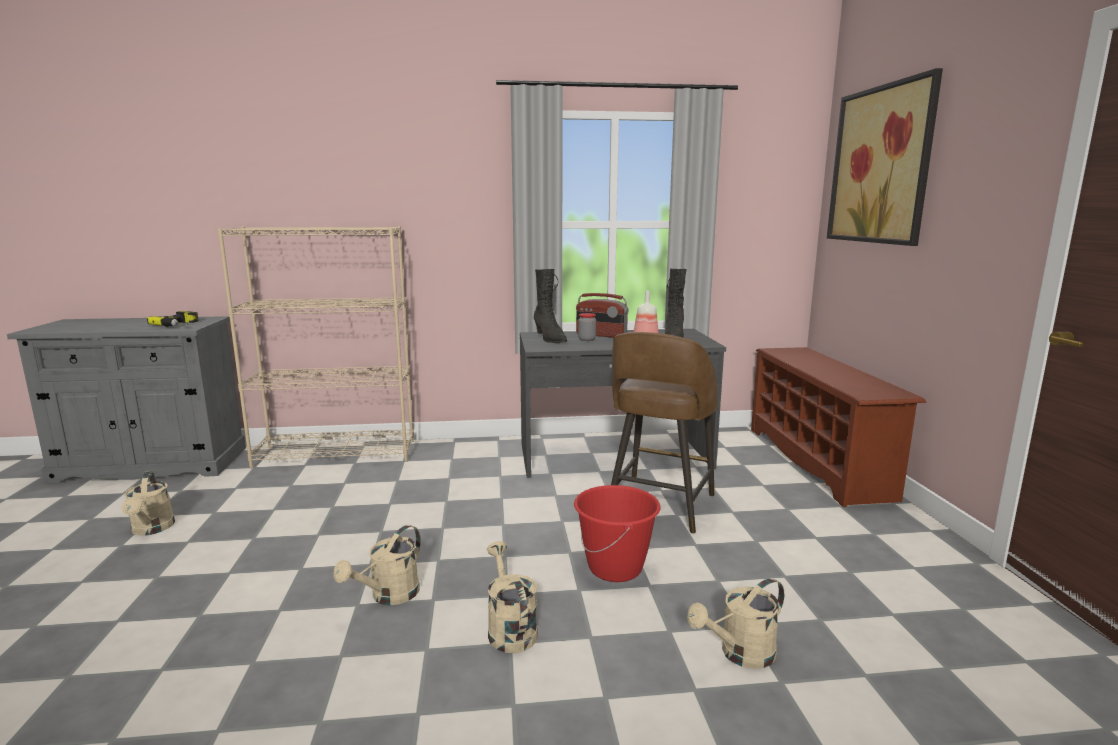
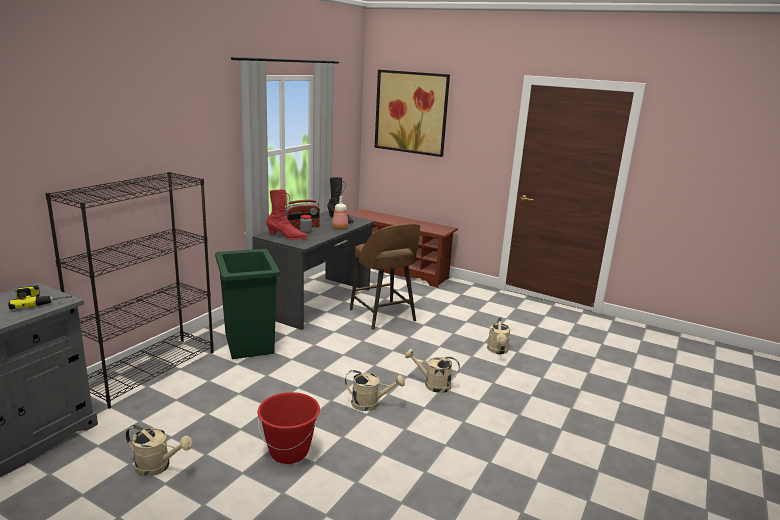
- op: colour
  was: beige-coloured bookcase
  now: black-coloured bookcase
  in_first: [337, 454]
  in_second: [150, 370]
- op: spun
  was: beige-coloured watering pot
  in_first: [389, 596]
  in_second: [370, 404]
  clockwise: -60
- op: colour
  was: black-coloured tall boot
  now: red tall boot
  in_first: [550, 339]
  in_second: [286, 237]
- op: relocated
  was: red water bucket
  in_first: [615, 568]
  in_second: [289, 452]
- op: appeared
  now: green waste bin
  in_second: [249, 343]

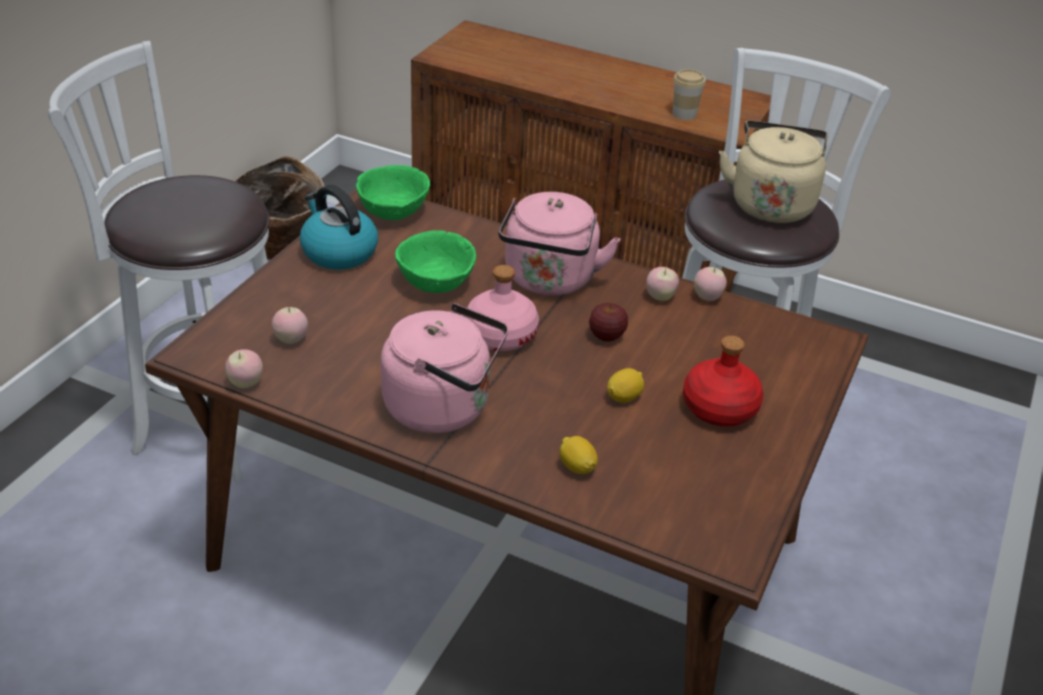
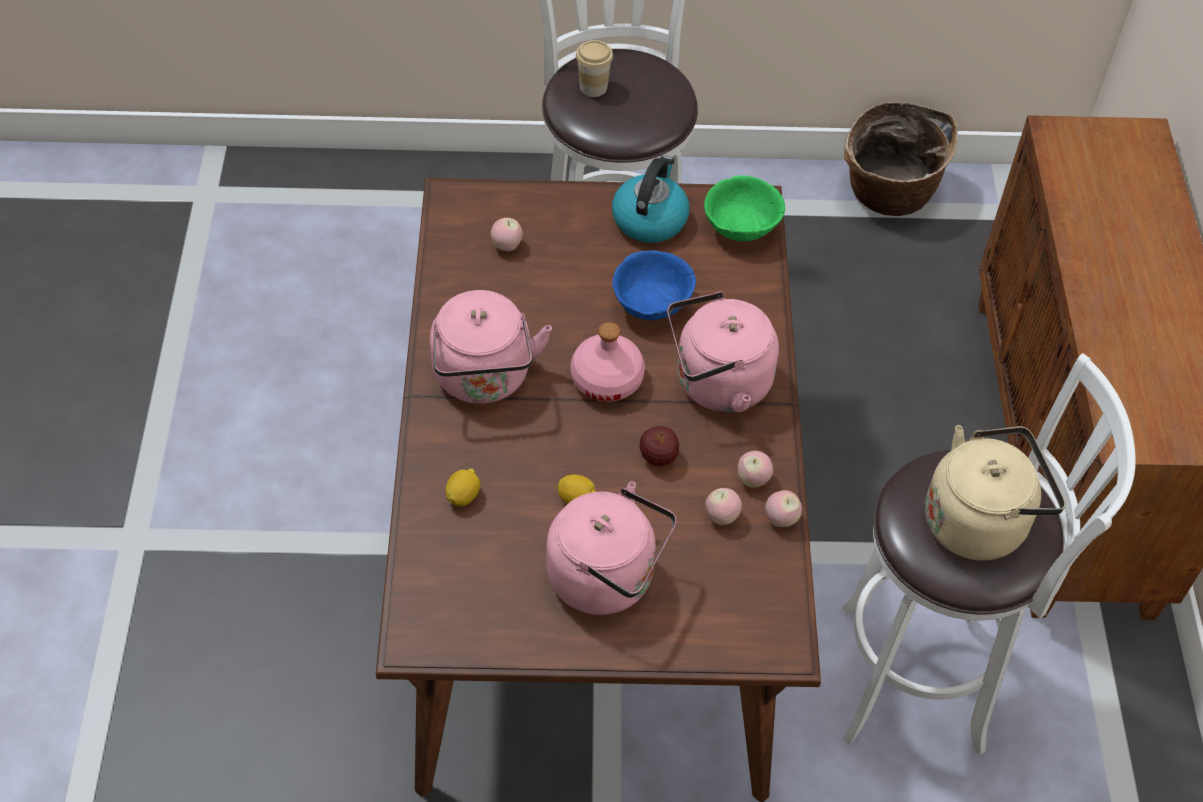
- op: relocated
  was: apple fruit
  in_first: [246, 383]
  in_second: [721, 517]
- op: colour
  was: green serving bowl
  now: blue-coloured serving bowl
  in_first: [436, 283]
  in_second: [652, 304]
- op: relocated
  was: small cup
  in_first: [684, 114]
  in_second: [593, 87]
- op: exchanged
  was: red beverage bottle
  now: pinkish kettle
  in_first: [720, 408]
  in_second: [608, 578]

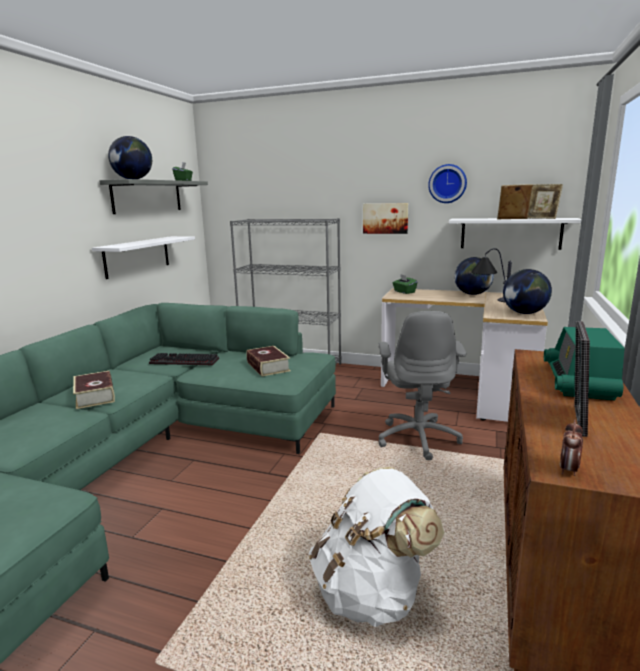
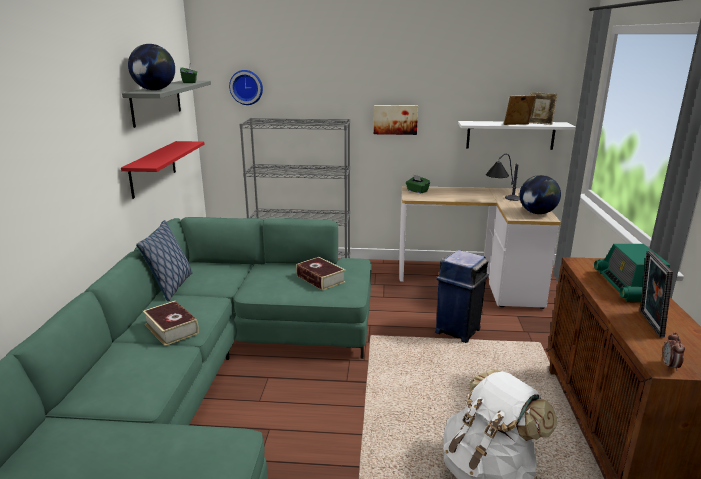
- op: colour
  was: whitish wall shelf
  now: red wall shelf
  in_first: [137, 256]
  in_second: [153, 168]
- op: missing
  was: computer keyboard
  in_first: [182, 362]
- op: exchanged
  was: greyish desk chair
  now: blue-coloured waste bin
  in_first: [418, 438]
  in_second: [458, 330]
- op: relocated
  was: clock on the wall
  in_first: [447, 183]
  in_second: [246, 87]
- op: missing
  was: world globe
  in_first: [472, 294]
- op: appeared
  now: throw pillow
  in_second: [171, 287]

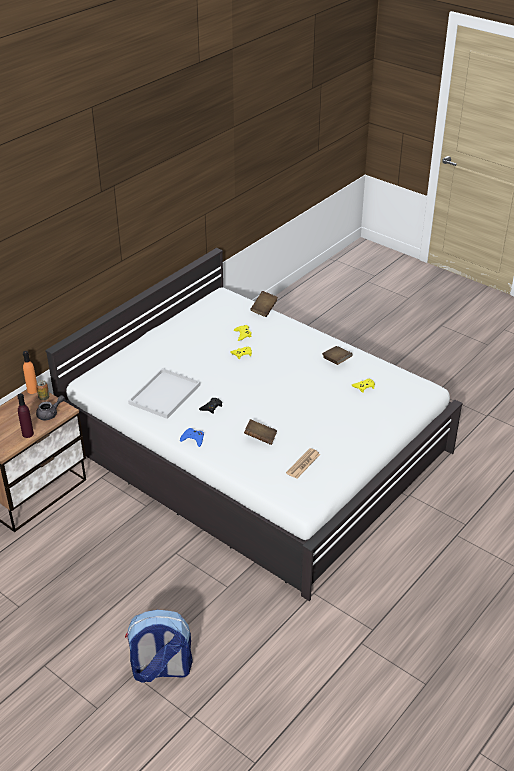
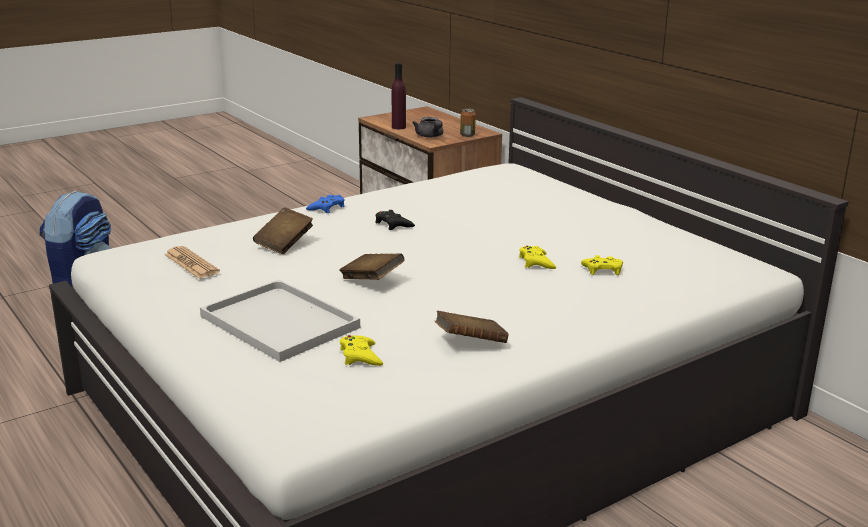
- op: missing
  was: orangey beverage bottle
  in_first: [32, 390]
- op: relocated
  was: whitish tray
  in_first: [165, 393]
  in_second: [282, 322]
- op: relocated
  was: brown-coloured book
  in_first: [264, 309]
  in_second: [371, 280]

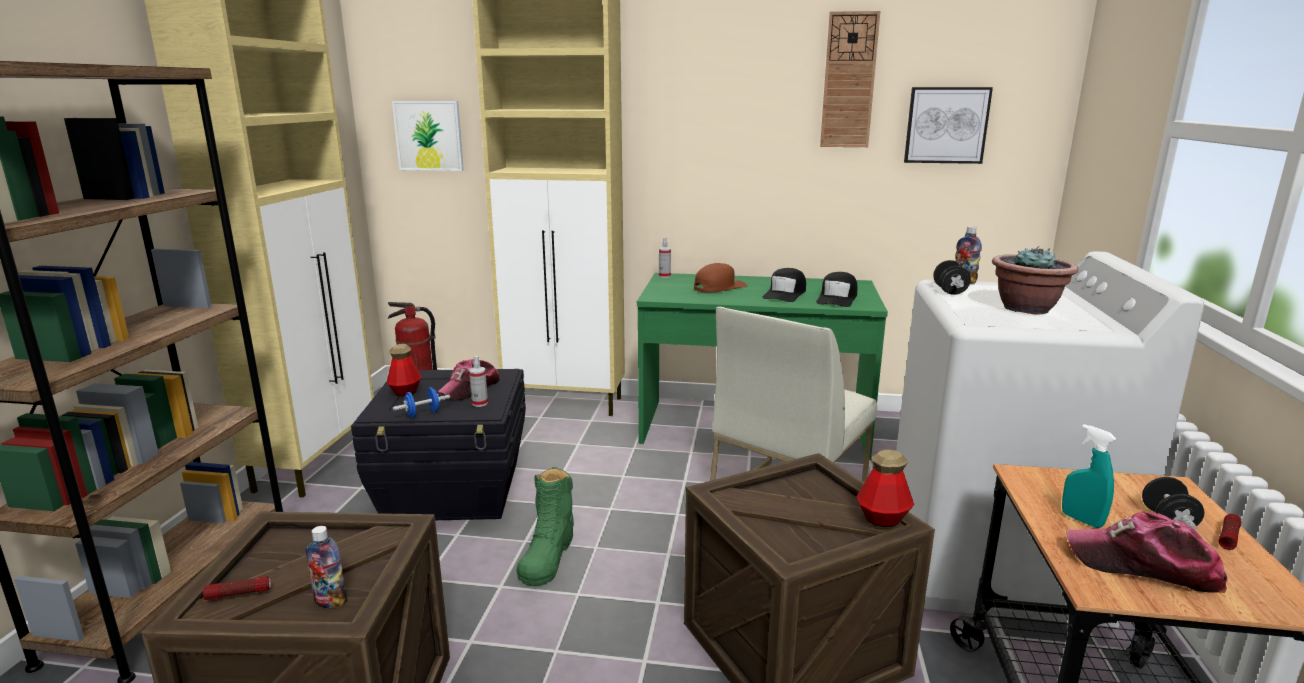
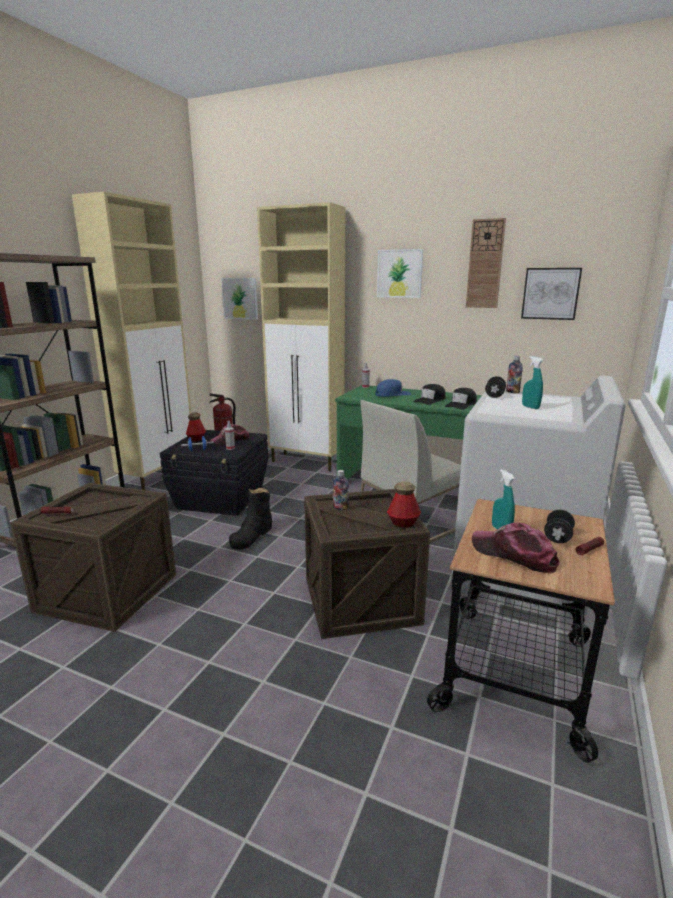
- op: relocated
  was: beverage bottle
  in_first: [330, 602]
  in_second: [340, 508]
- op: colour
  was: green tall boot
  now: black-coloured tall boot
  in_first: [548, 555]
  in_second: [252, 536]
- op: colour
  was: brown-coloured cap
  now: blue-coloured cap
  in_first: [719, 287]
  in_second: [392, 394]
- op: exchanged
  was: plant in a pot
  now: turquoise spray bottle
  in_first: [1026, 309]
  in_second: [530, 407]
- op: appeared
  now: picture
  in_second: [399, 273]

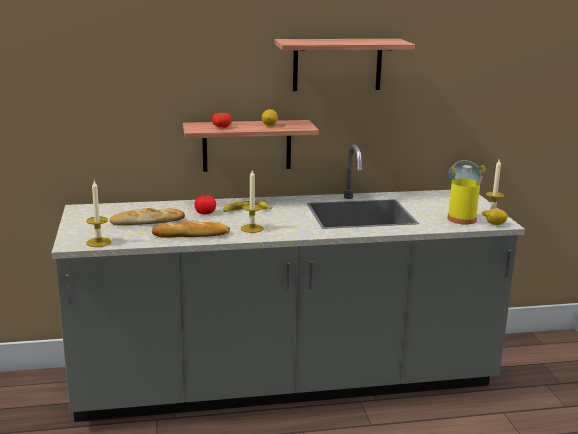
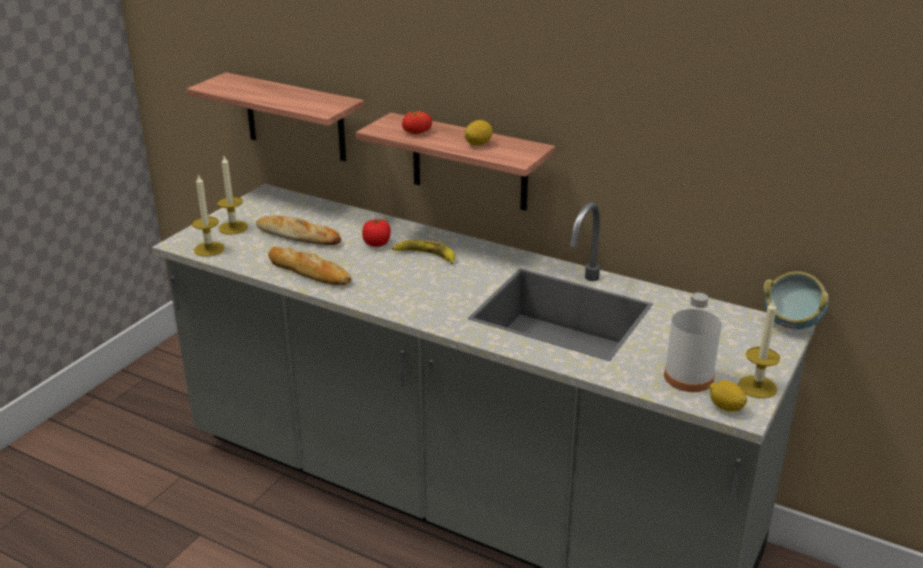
- op: relocated
  was: wax candle
  in_first: [252, 228]
  in_second: [233, 227]
- op: relocated
  was: wall shelf
  in_first: [337, 64]
  in_second: [295, 117]
- op: colour
  was: yellow-coloured beverage bottle
  now: whitish beverage bottle
  in_first: [462, 219]
  in_second: [688, 377]

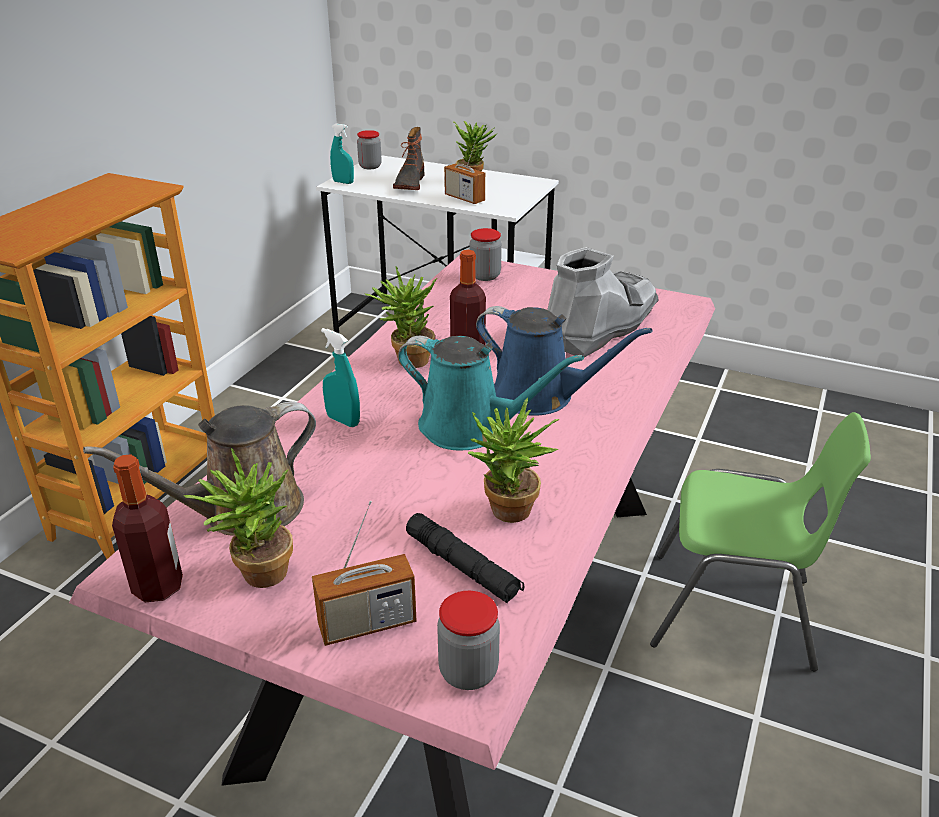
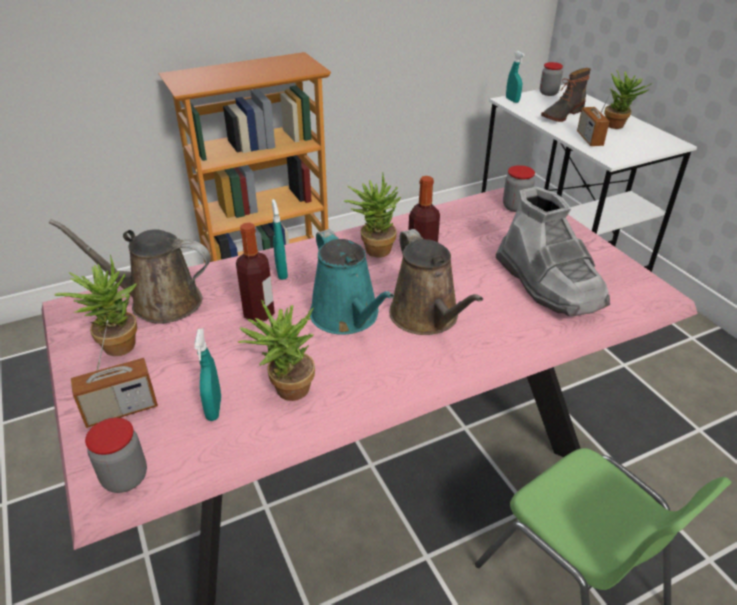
- op: relocated
  was: beverage bottle
  in_first: [158, 587]
  in_second: [259, 313]
- op: spun
  was: radio
  in_first: [367, 624]
  in_second: [121, 410]
  clockwise: -45
- op: exchanged
  was: black-coloured flashlight
  now: turquoise spray bottle
  in_first: [462, 566]
  in_second: [214, 408]
- op: colour
  was: blue-coloured watering pot
  now: brown-coloured watering pot
  in_first: [540, 396]
  in_second: [427, 317]
- op: spun
  was: greyish tall boot
  in_first: [598, 328]
  in_second: [548, 284]
  clockwise: 75

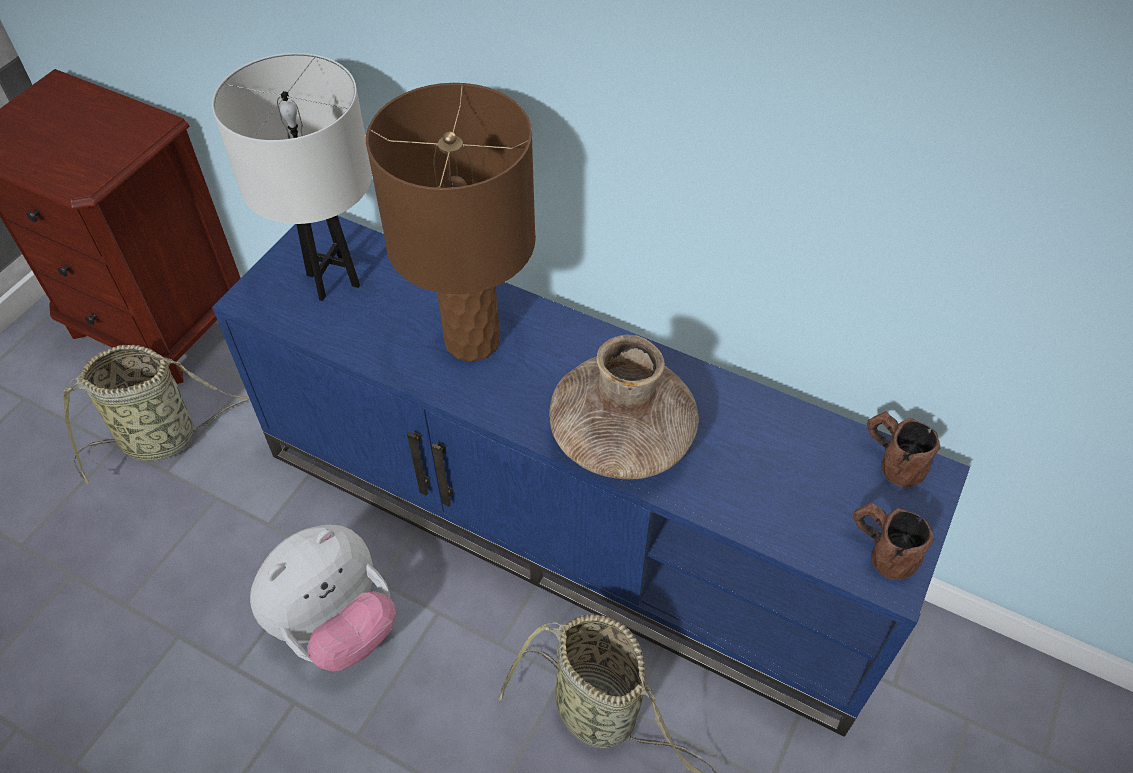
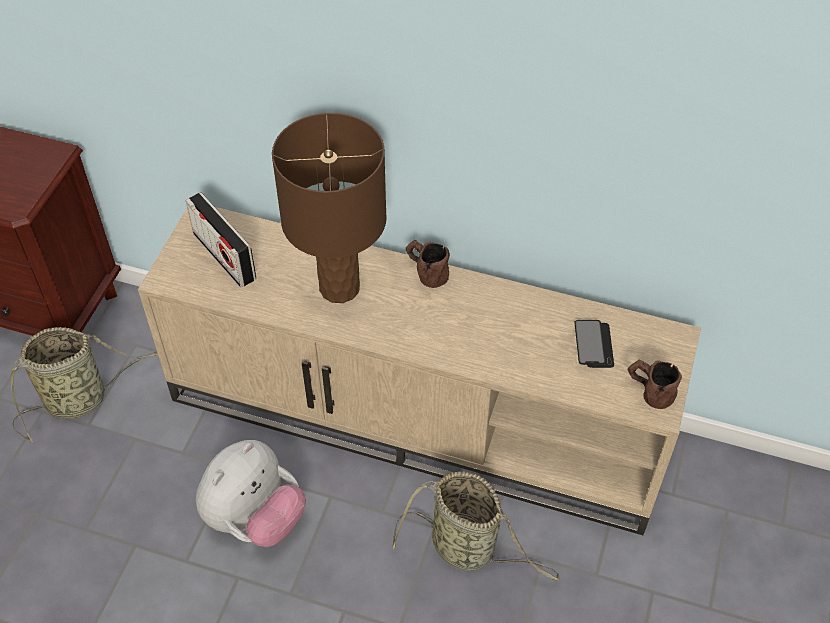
- op: exchanged
  was: whitish table lamp
  now: radio
  in_first: [333, 280]
  in_second: [224, 256]
- op: colour
  was: blue-coloured tv unit
  now: beige-coloured tv unit
  in_first: [573, 524]
  in_second: [419, 417]
- op: missing
  was: brown-coloured decorative vase
  in_first: [621, 438]
- op: relocated
  was: brown-coloured mug
  in_first: [890, 461]
  in_second: [425, 273]
- op: appeared
  now: telephone
  in_second: [593, 345]

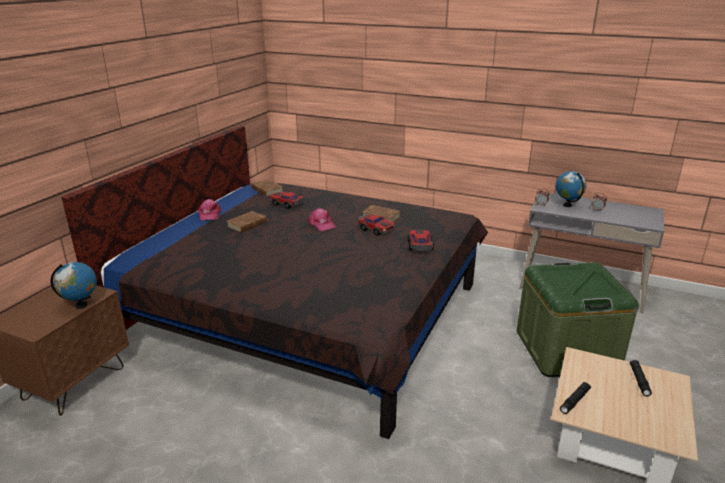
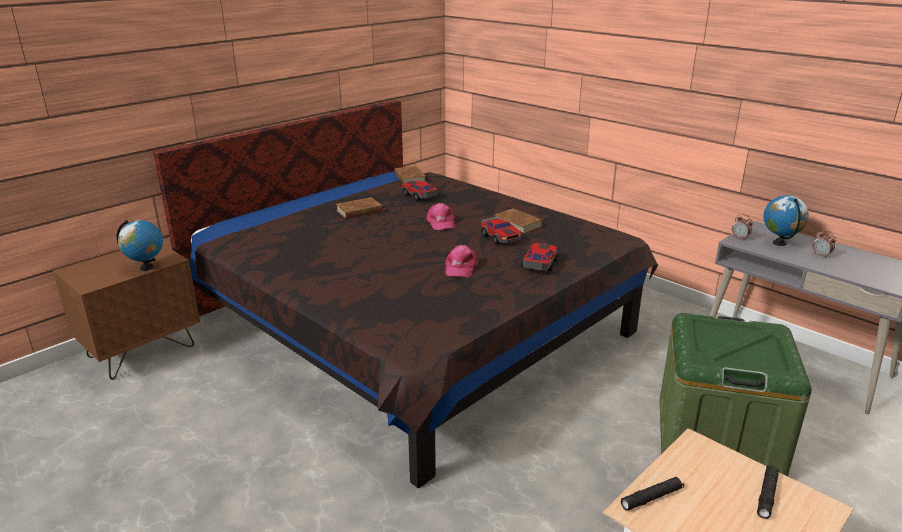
- op: relocated
  was: pinkish cap
  in_first: [209, 215]
  in_second: [460, 267]

